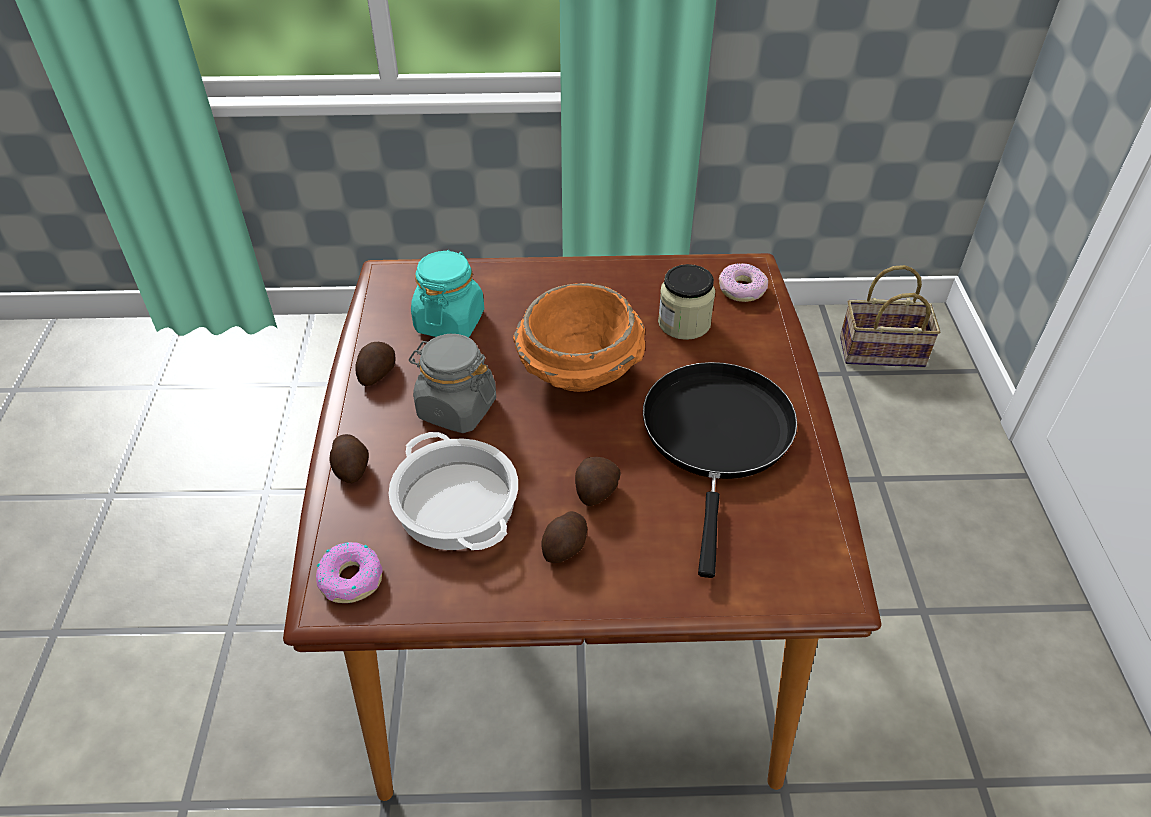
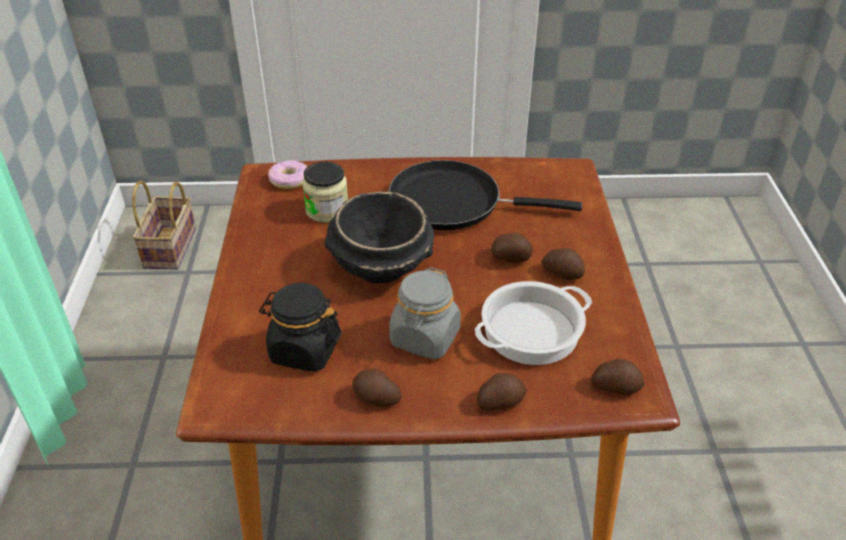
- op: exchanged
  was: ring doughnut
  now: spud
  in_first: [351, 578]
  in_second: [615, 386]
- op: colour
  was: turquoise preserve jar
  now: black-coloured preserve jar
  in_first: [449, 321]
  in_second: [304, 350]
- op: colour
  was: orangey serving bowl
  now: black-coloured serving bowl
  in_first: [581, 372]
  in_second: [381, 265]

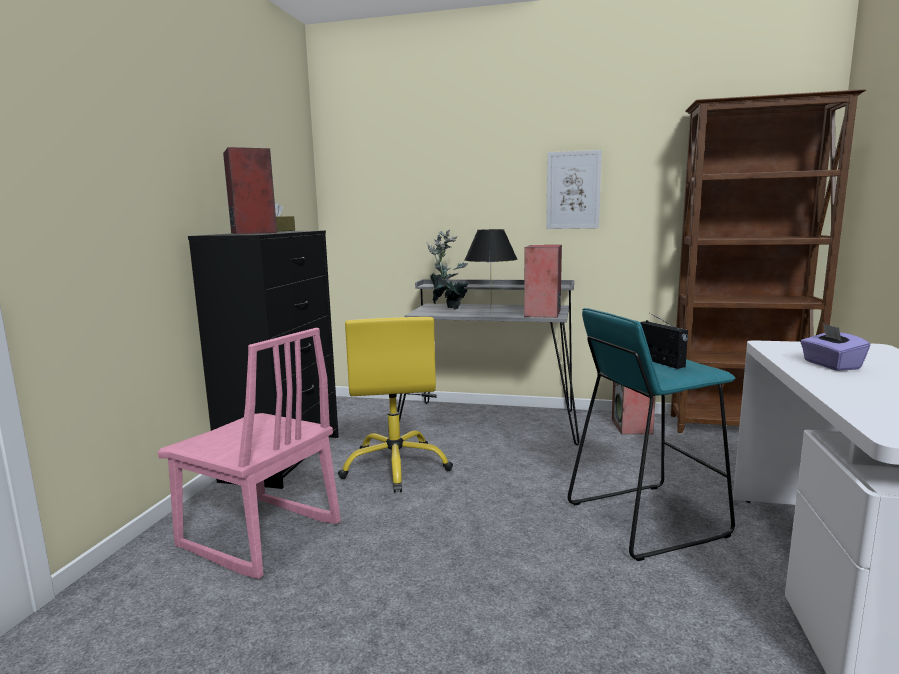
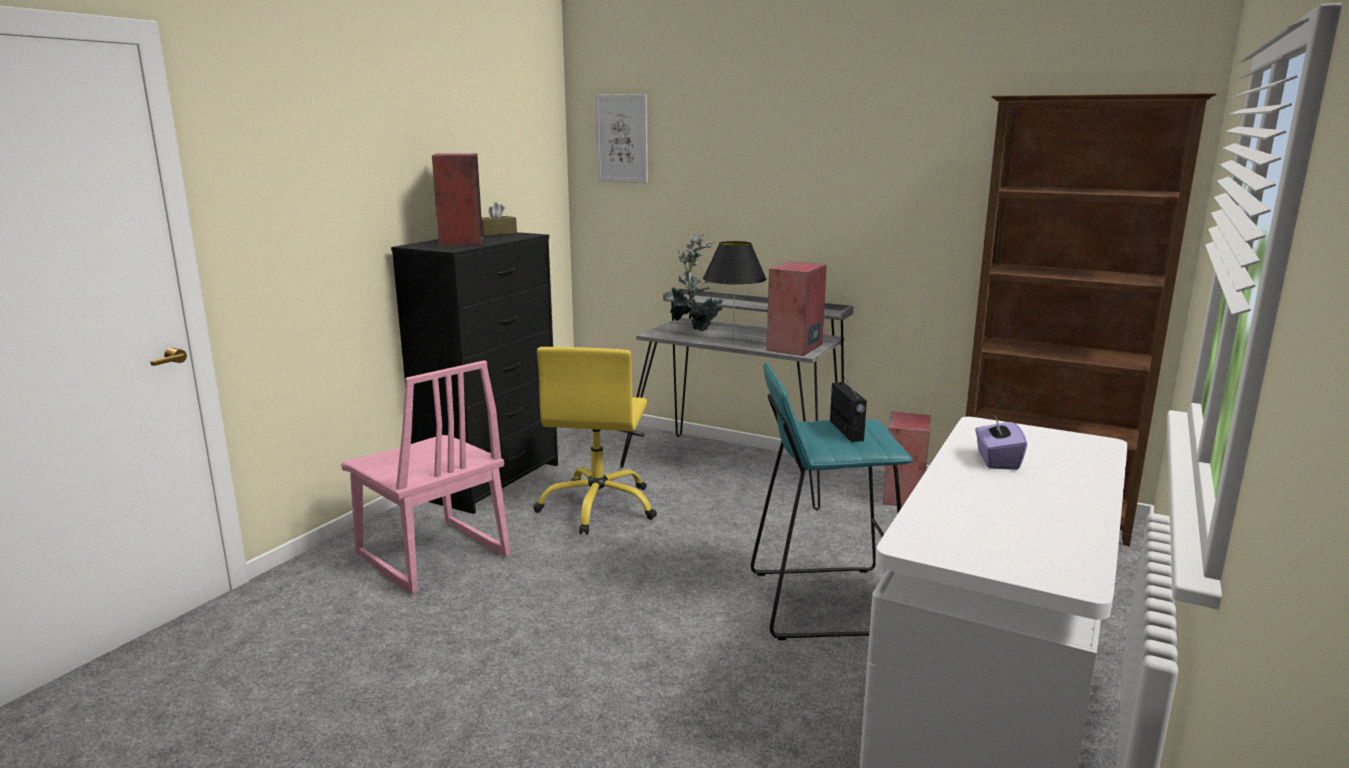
- op: relocated
  was: picture
  in_first: [573, 190]
  in_second: [621, 138]

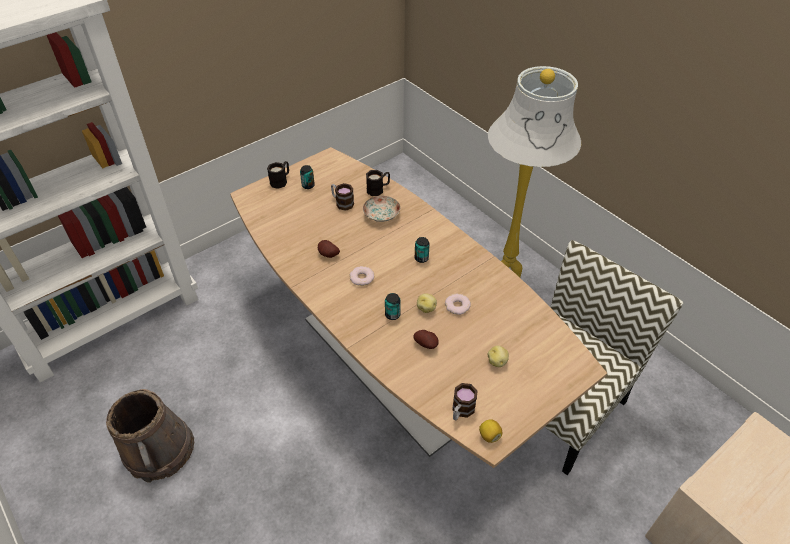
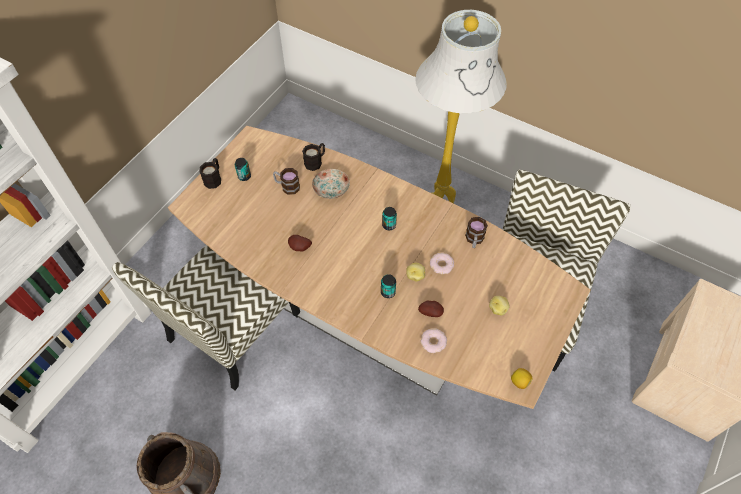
- op: relocated
  was: ring doughnut
  in_first: [362, 278]
  in_second: [433, 342]
- op: relocated
  was: mug
  in_first: [461, 411]
  in_second: [474, 240]
- op: appeared
  now: upright chair
  in_second: [233, 329]

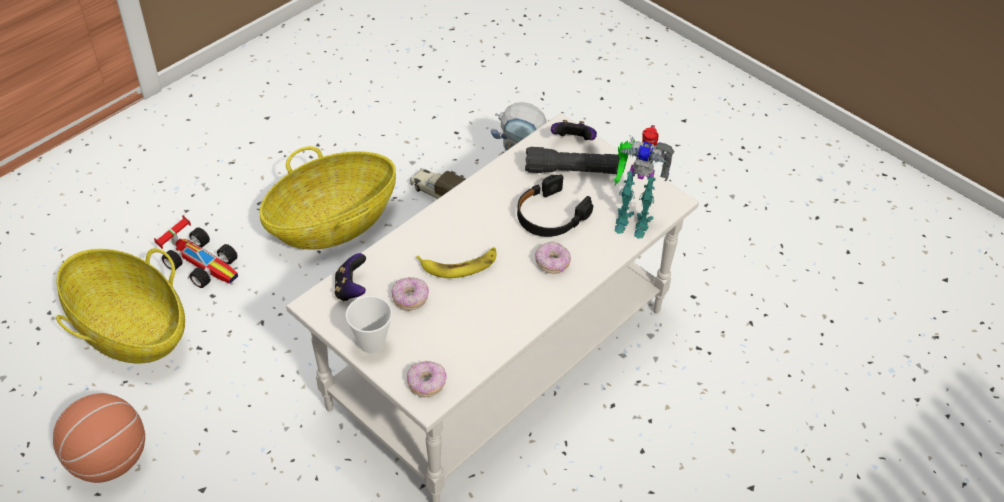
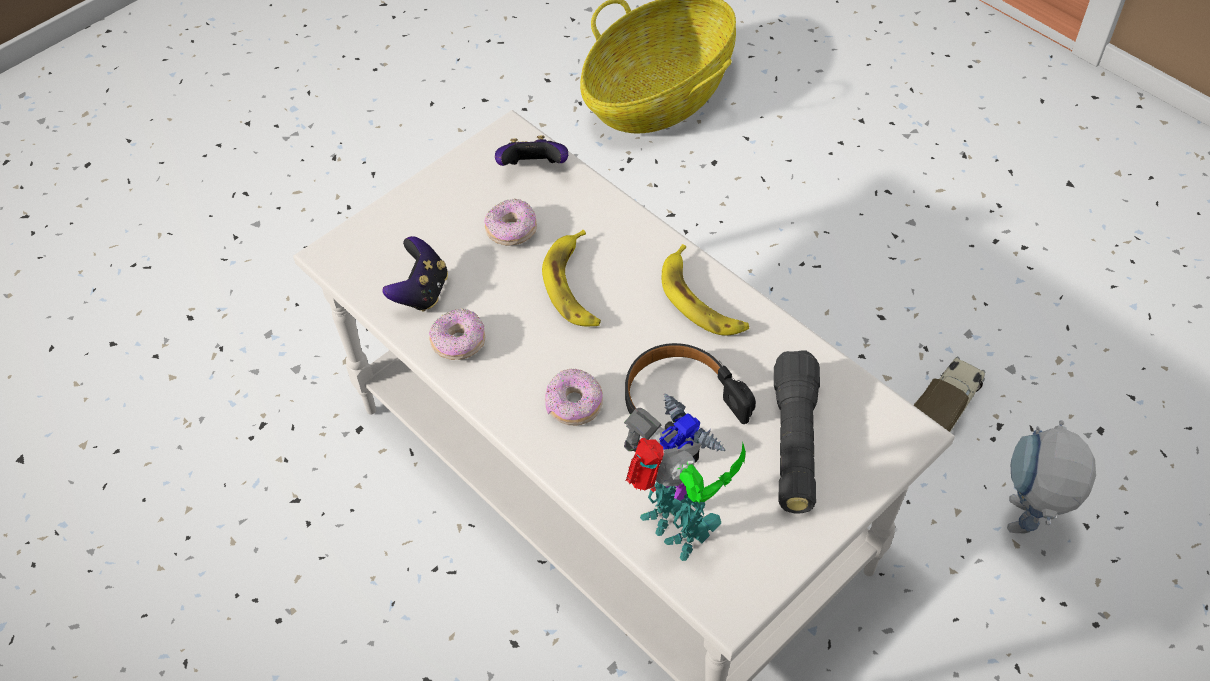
- op: missing
  was: ball for basketball
  in_first: [109, 459]
- op: missing
  was: miniature car
  in_first: [203, 262]
- op: missing
  was: basket
  in_first: [332, 222]
- op: missing
  was: small cup
  in_first: [371, 342]
- op: relocated
  was: ring doughnut
  in_first: [426, 384]
  in_second: [459, 343]
- op: relocated
  was: gamepad
  in_first: [573, 141]
  in_second: [421, 292]
- op: spun
  was: toy robot
  in_first: [631, 219]
  in_second: [677, 530]
  clockwise: 120
- op: appeared
  now: whole banana
  in_second: [701, 300]

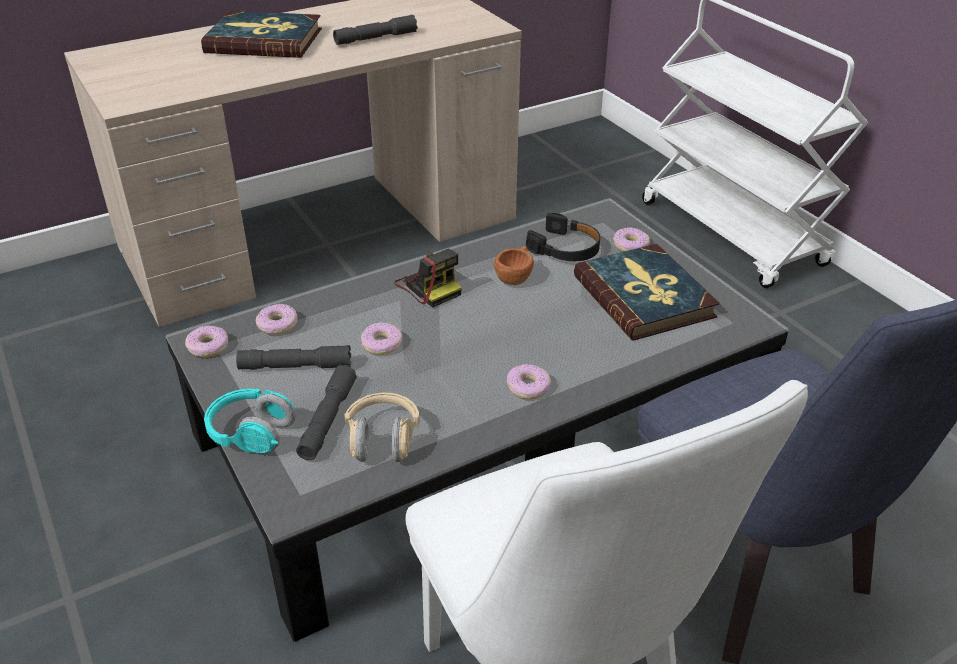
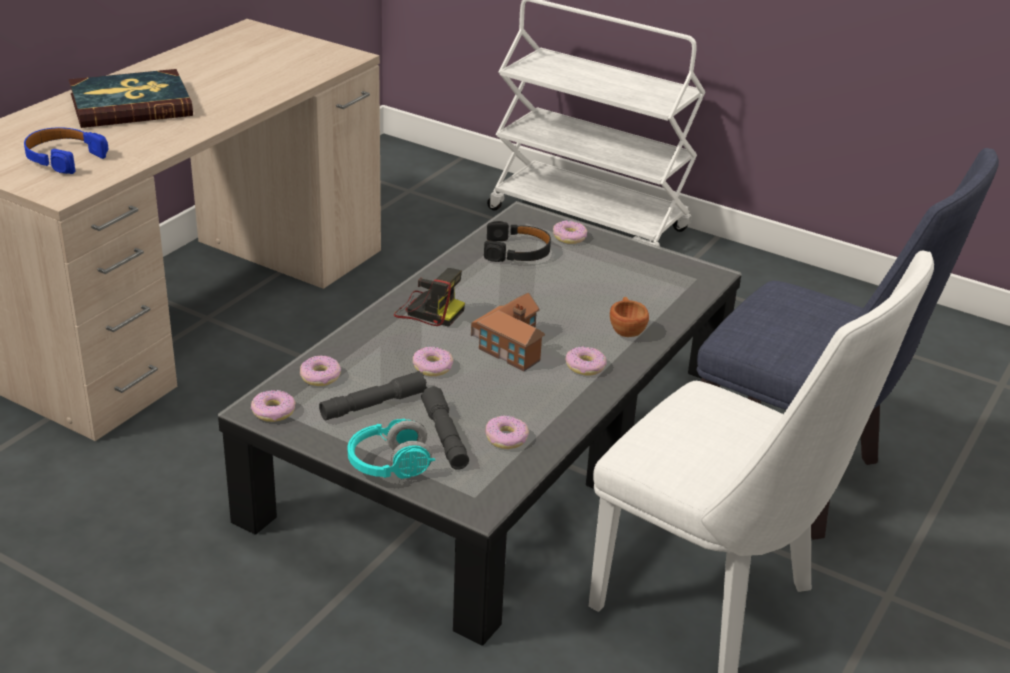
- op: missing
  was: greyish flashlight
  in_first: [376, 38]
- op: exchanged
  was: beige-coloured headset
  now: ring doughnut
  in_first: [382, 441]
  in_second: [506, 438]
- op: relocated
  was: brown-coloured small cup
  in_first: [515, 277]
  in_second: [626, 329]
- op: missing
  was: book
  in_first: [644, 296]
- op: appeared
  now: blue-coloured headset
  in_second: [63, 158]
- op: appeared
  now: model house
  in_second: [510, 344]

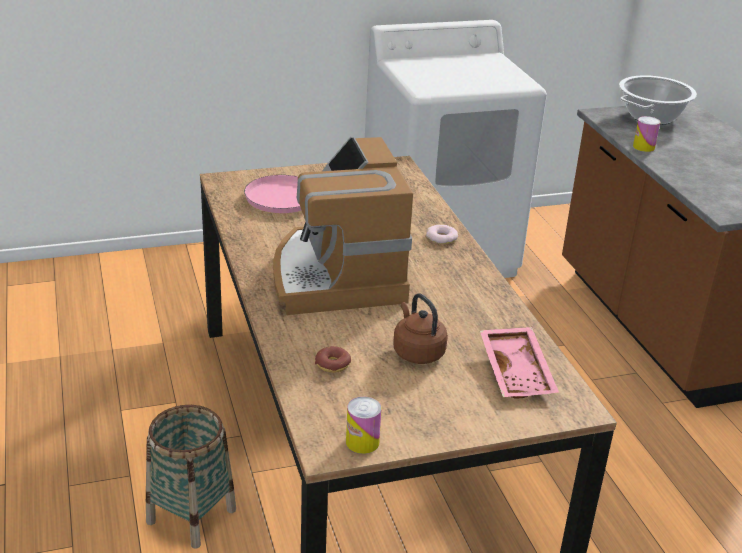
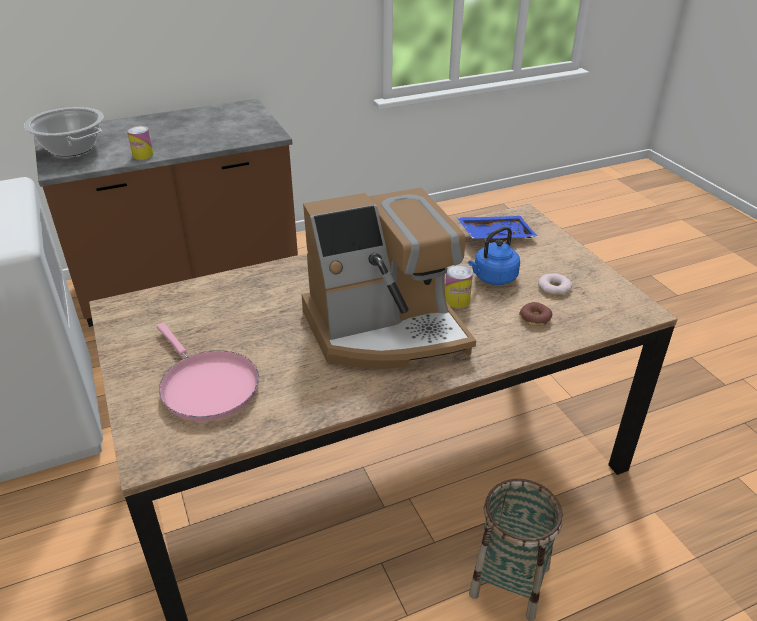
- op: relocated
  was: metal can
  in_first: [362, 442]
  in_second: [457, 300]
- op: colour
  was: brown-coloured kettle
  now: blue-coloured kettle
  in_first: [417, 352]
  in_second: [493, 278]
- op: relocated
  was: ring doughnut
  in_first: [441, 238]
  in_second: [554, 287]
- op: colour
  was: pinkish tray
  now: blue-coloured tray
  in_first: [518, 372]
  in_second: [495, 235]

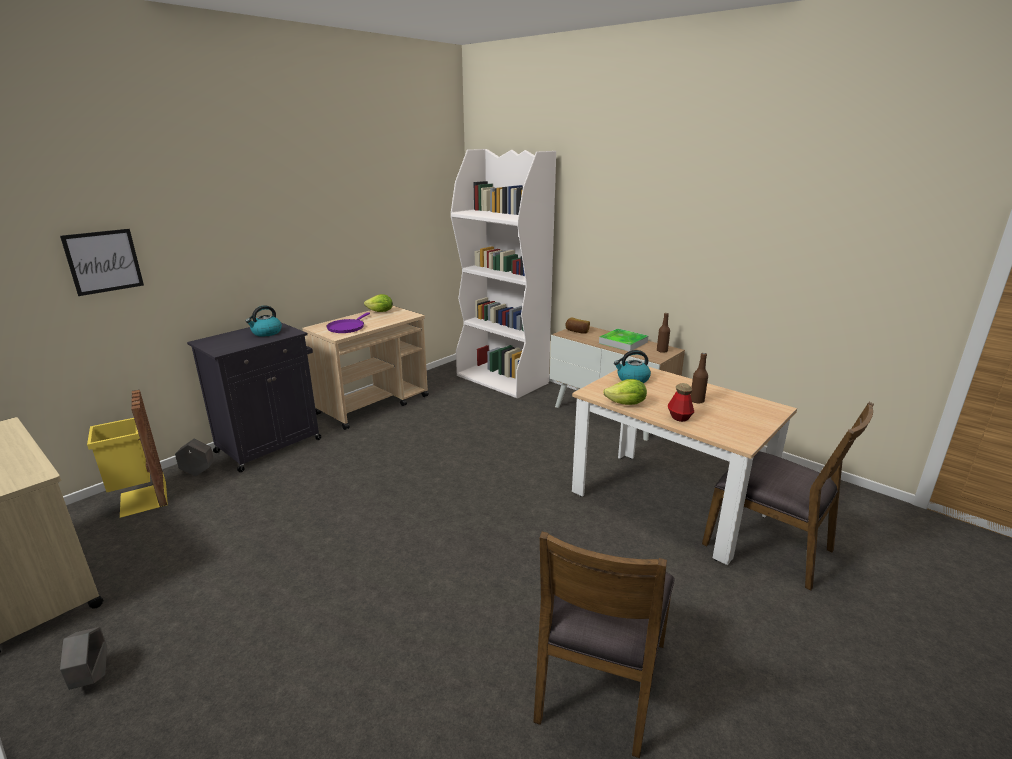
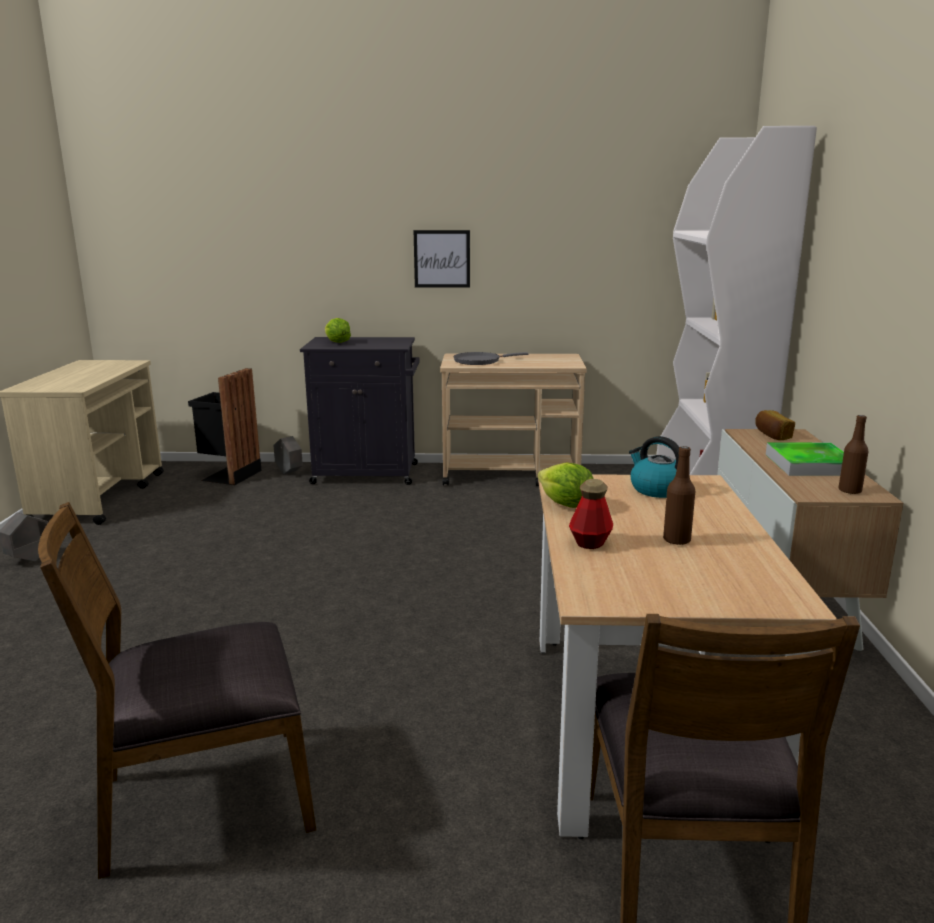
- op: relocated
  was: picture
  in_first: [103, 261]
  in_second: [442, 259]
- op: colour
  was: yellow-coloured waste bin
  now: black-coloured waste bin
  in_first: [140, 500]
  in_second: [229, 475]
- op: missing
  was: kettle
  in_first: [266, 333]
- op: colour
  was: purple frying pan
  now: greyish frying pan
  in_first: [347, 327]
  in_second: [480, 361]
- op: relocated
  was: head of lettuce
  in_first: [380, 312]
  in_second: [337, 342]

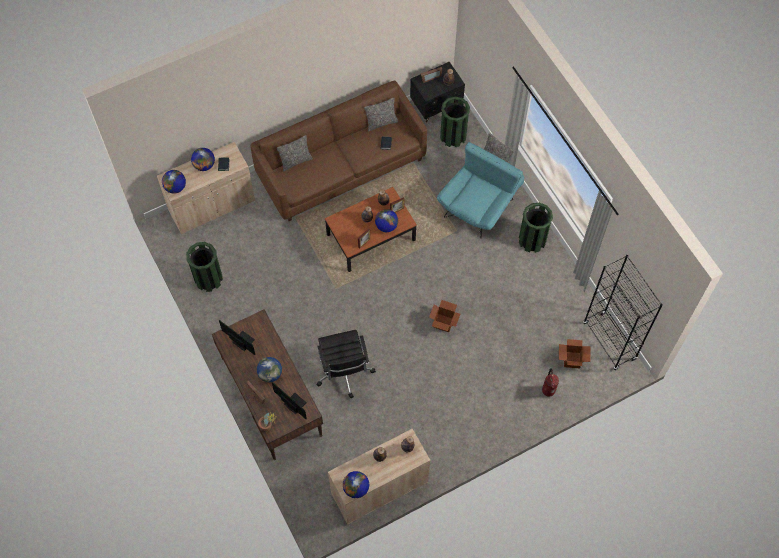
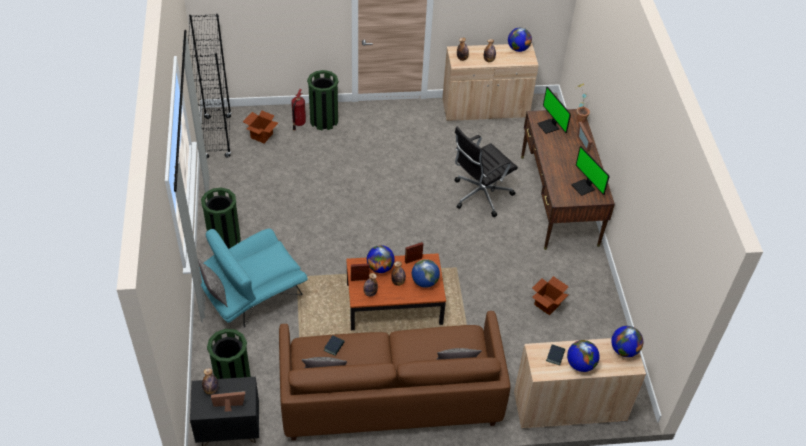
- op: relocated
  was: green waste bin
  in_first: [208, 279]
  in_second: [324, 120]
- op: relocated
  was: world globe
  in_first: [270, 374]
  in_second: [425, 282]
- op: spun
  was: black-coloured desk chair
  in_first: [344, 372]
  in_second: [480, 195]
  clockwise: -135
- op: relocated
  was: carton
  in_first: [443, 323]
  in_second: [547, 304]

